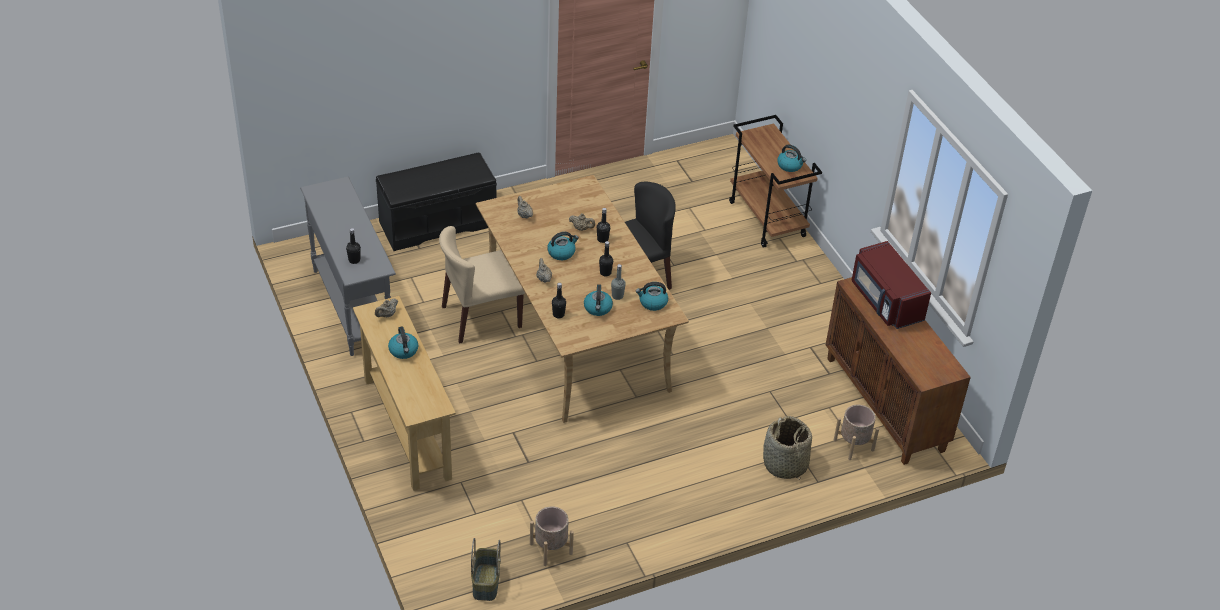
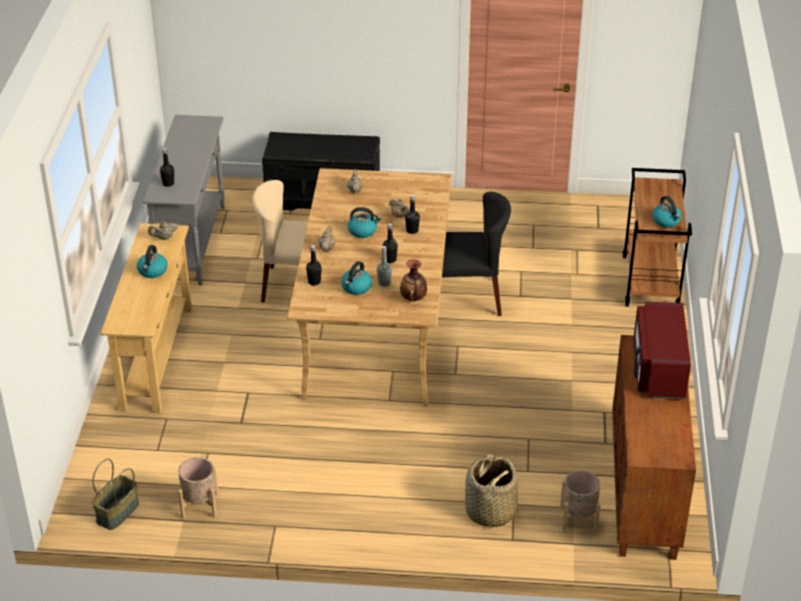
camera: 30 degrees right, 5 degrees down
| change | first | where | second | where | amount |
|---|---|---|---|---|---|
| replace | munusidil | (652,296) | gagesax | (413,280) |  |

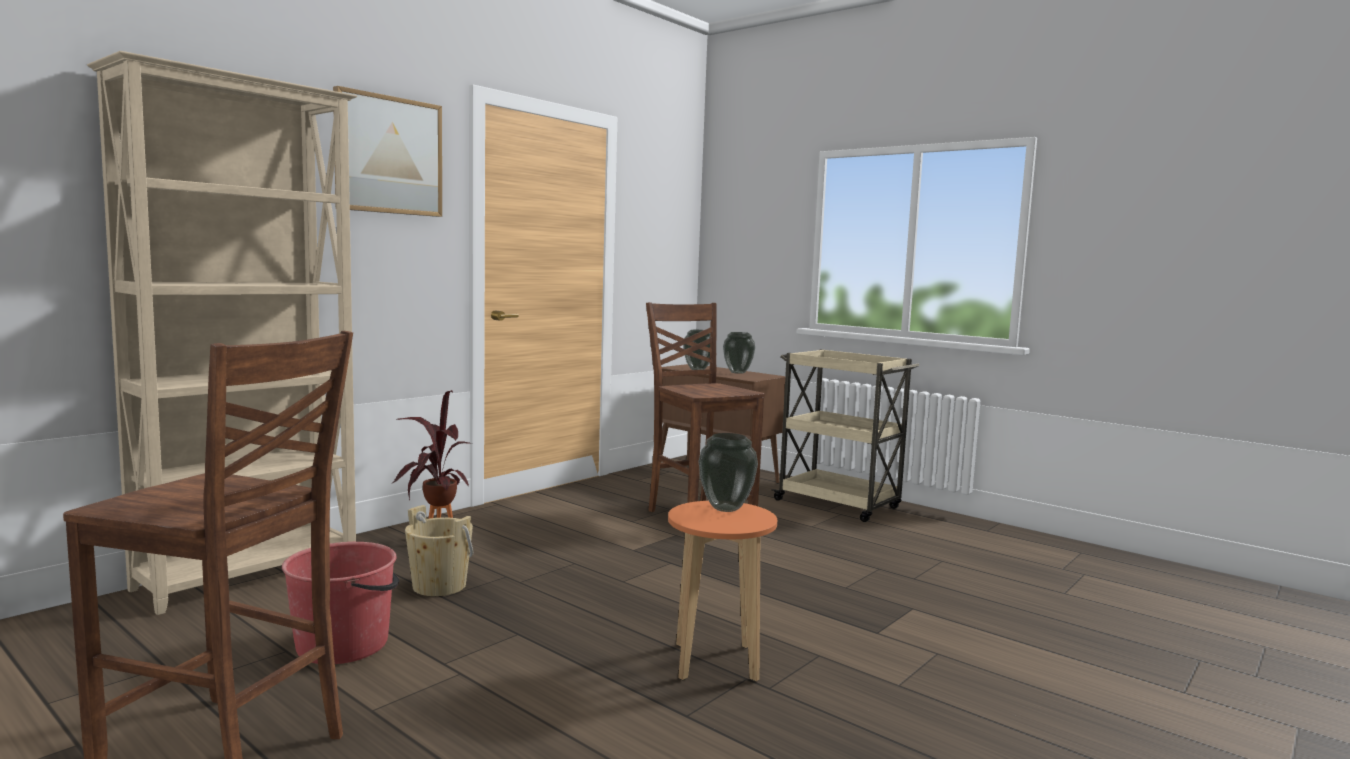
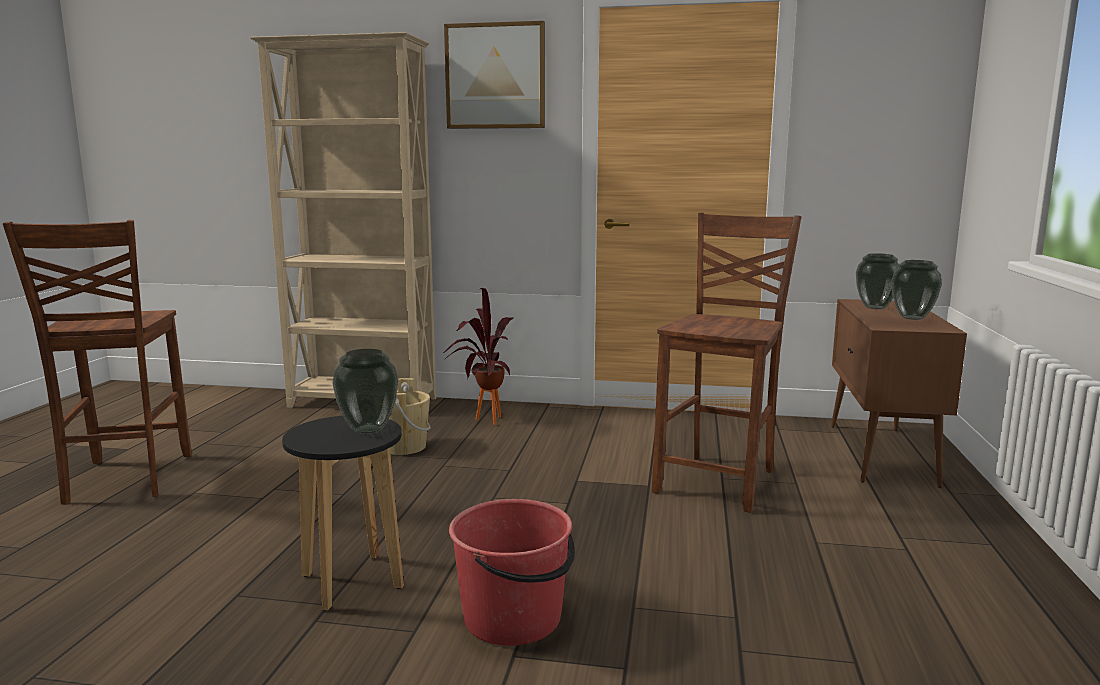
camera: 60 degrees right, 5 degrees up
| change | first | where | second | where | amount |
|---|---|---|---|---|---|
| recolor | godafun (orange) | (722,591) | godafun (black) | (343,513) |  |
| move | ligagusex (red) | (340,603) |  | (512,572) |  |
| delete | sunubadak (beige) | (845,435) |  |  |  |

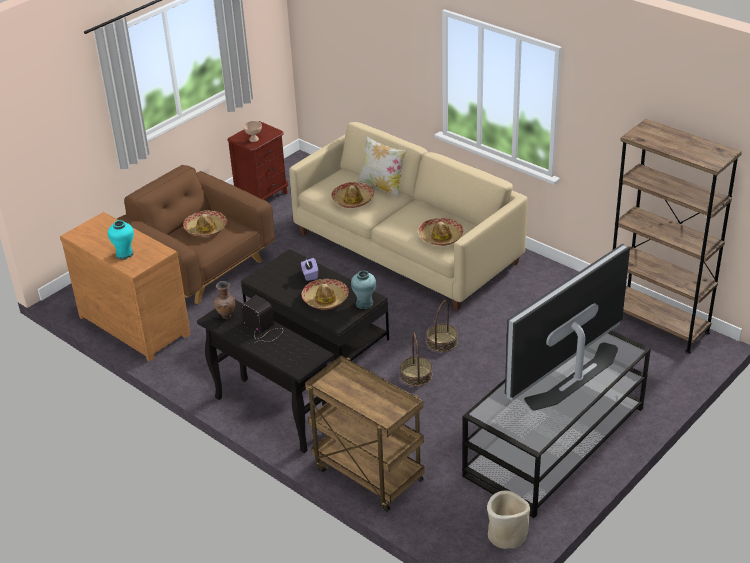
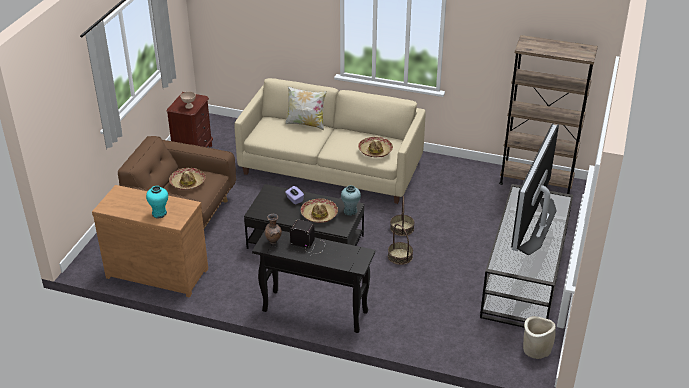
camera: 25 degrees left, 0 degrees up
| change | first | where | second | where | amount |
|---|---|---|---|---|---|
| delete | sunubadak (brown) | (365,434) |  |  |  |
| delete | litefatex | (352,195) |  |  |  |

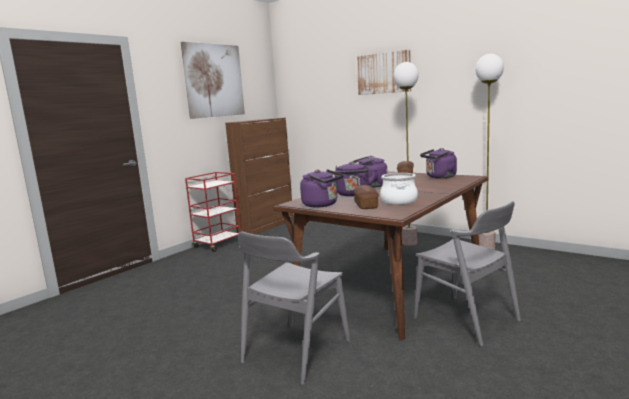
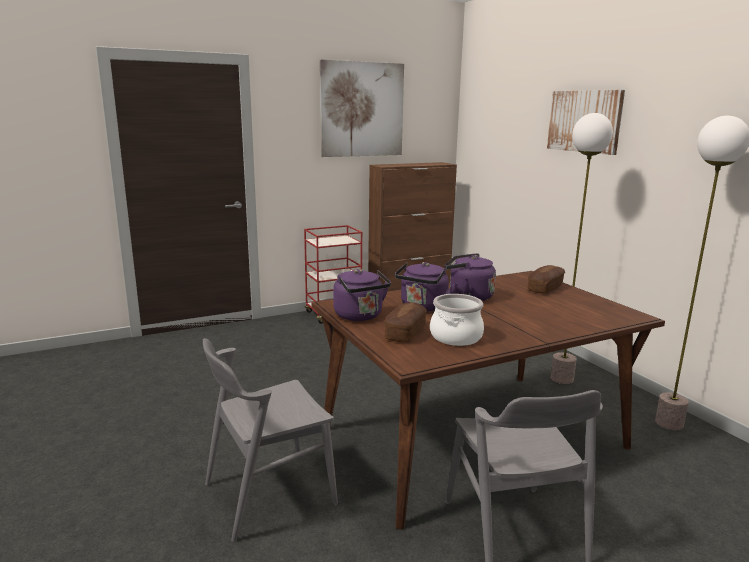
camera: 25 degrees right, 5 degrees up
| change | first | where | second | where | amount |
|---|---|---|---|---|---|
| delete | munusidil (purple) | (438,163) |  |  |  |

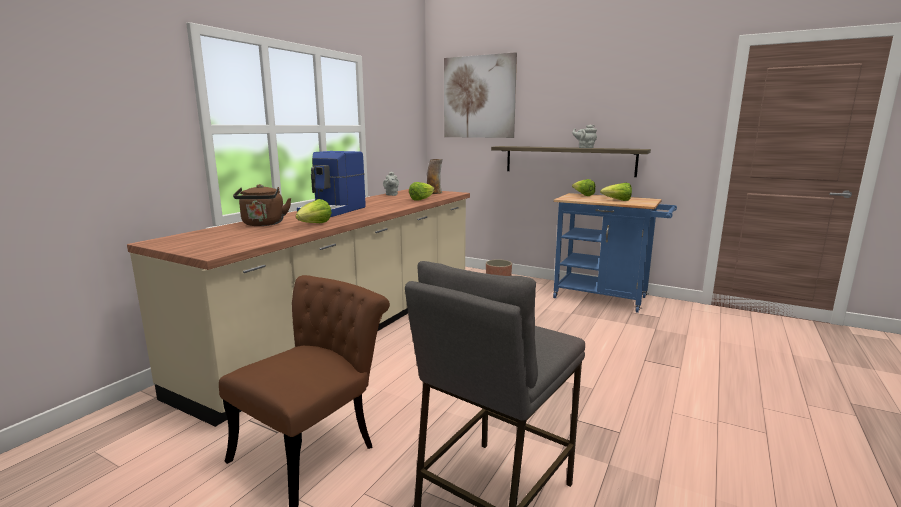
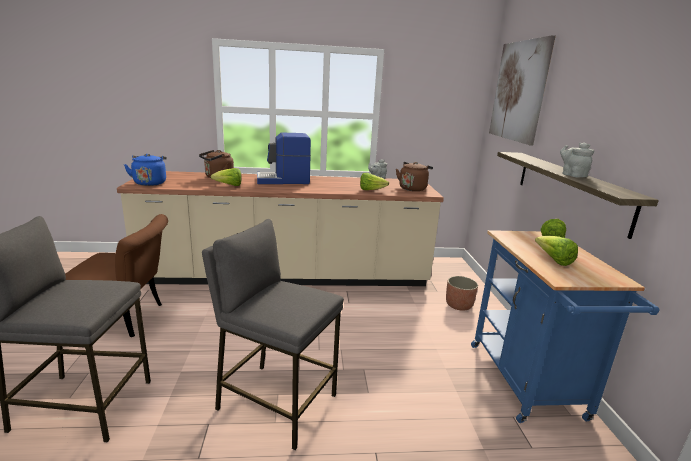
camera: 55 degrees right, 5 degrees up
| change | first | where | second | where | amount |
|---|---|---|---|---|---|
| insert |  |  | munusidil (blue) | (145,170) |  |
| insert |  |  | godafun (grey) | (273,334) |  |
| replace | gagesax | (435,176) | munusidil (brown) | (414,176) |  |

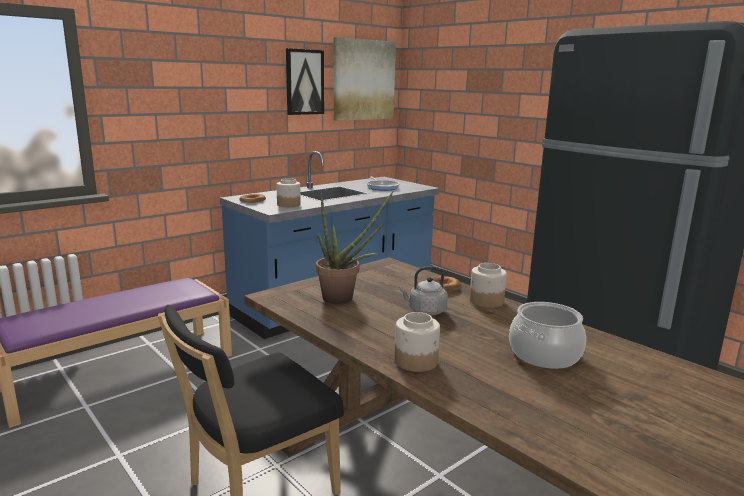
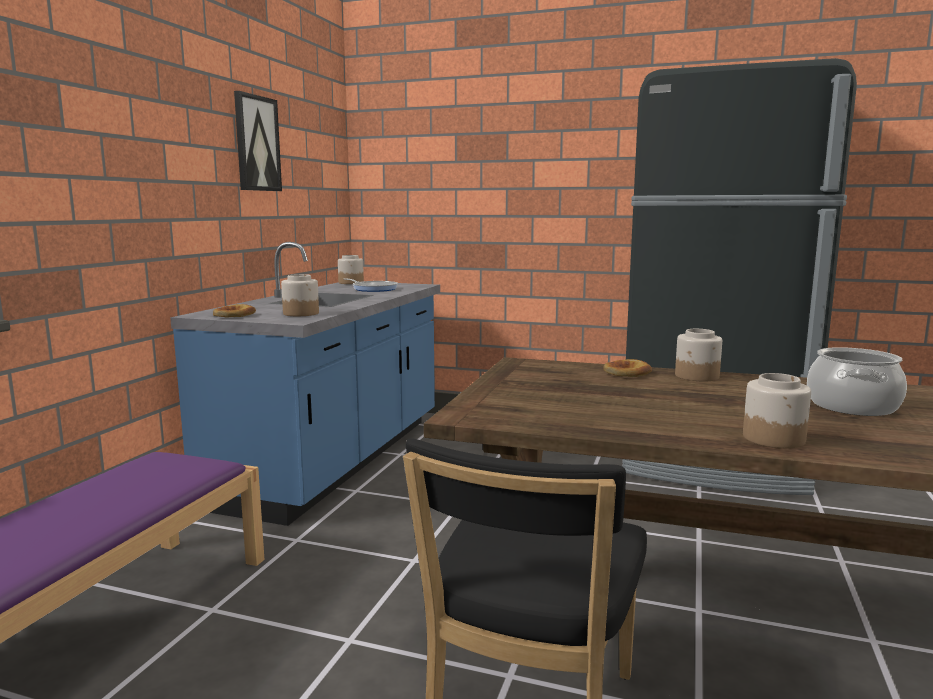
camera: 30 degrees left, 5 degrees down
| change | first | where | second | where | amount |
|---|---|---|---|---|---|
| insert |  |  | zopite | (351,269) |  |
| delete | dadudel | (355,247) |  |  |  |
| delete | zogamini | (365,79) |  |  |  |
| delete | munusidil (grey) | (423,290) |  |  |  |

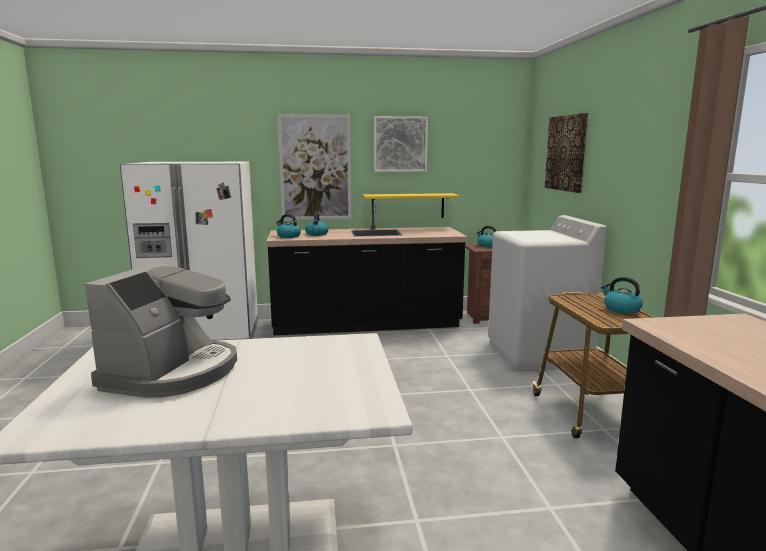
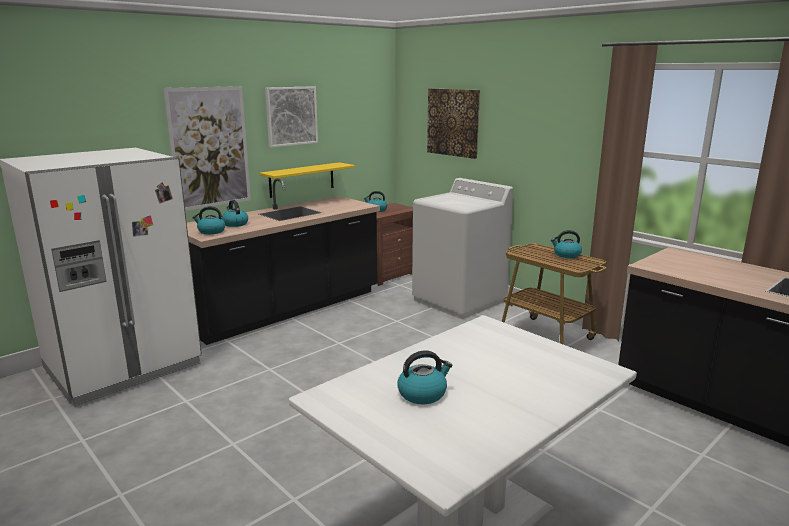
camera: 35 degrees left, 5 degrees up
| change | first | where | second | where | amount |
|---|---|---|---|---|---|
| replace | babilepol | (161,330) | munusidil | (424,377) |  |

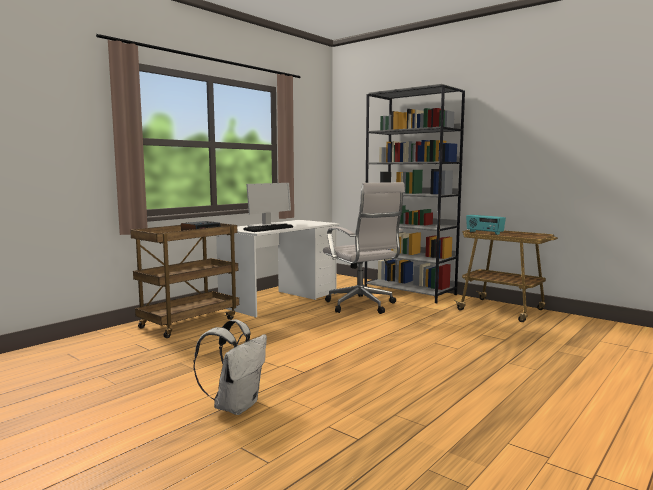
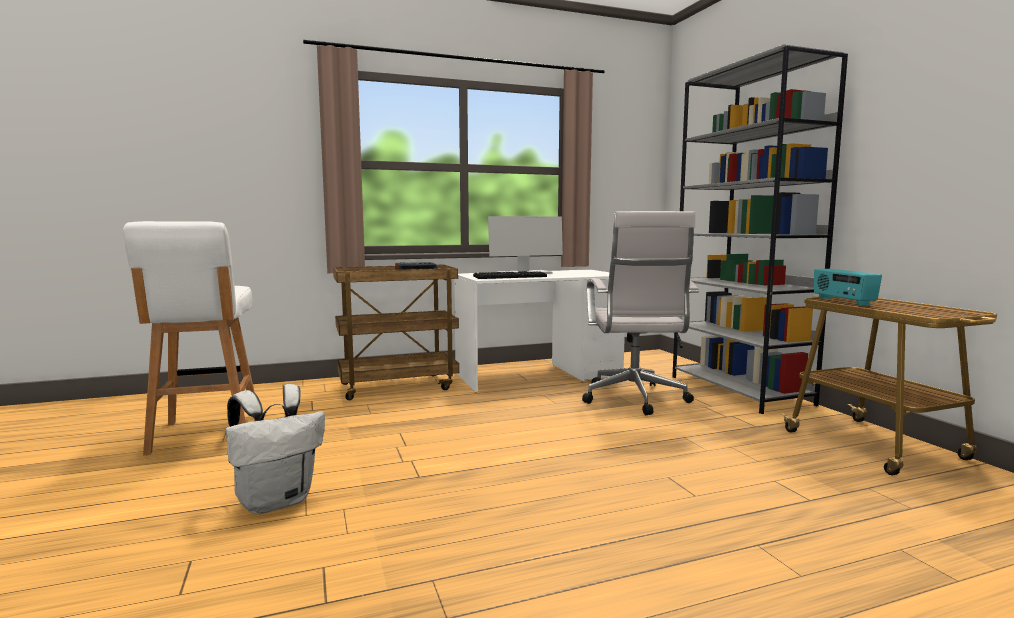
camera: 30 degrees right, 0 degrees up
| change | first | where | second | where | amount |
|---|---|---|---|---|---|
| insert |  |  | godafun (white) | (188,338) |  |

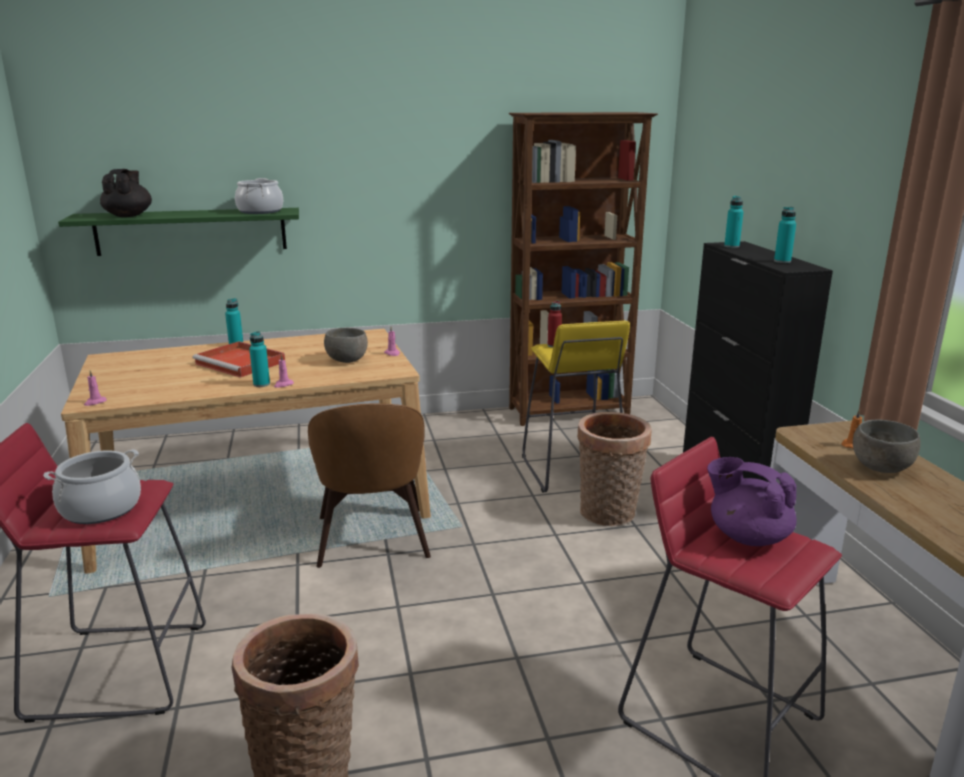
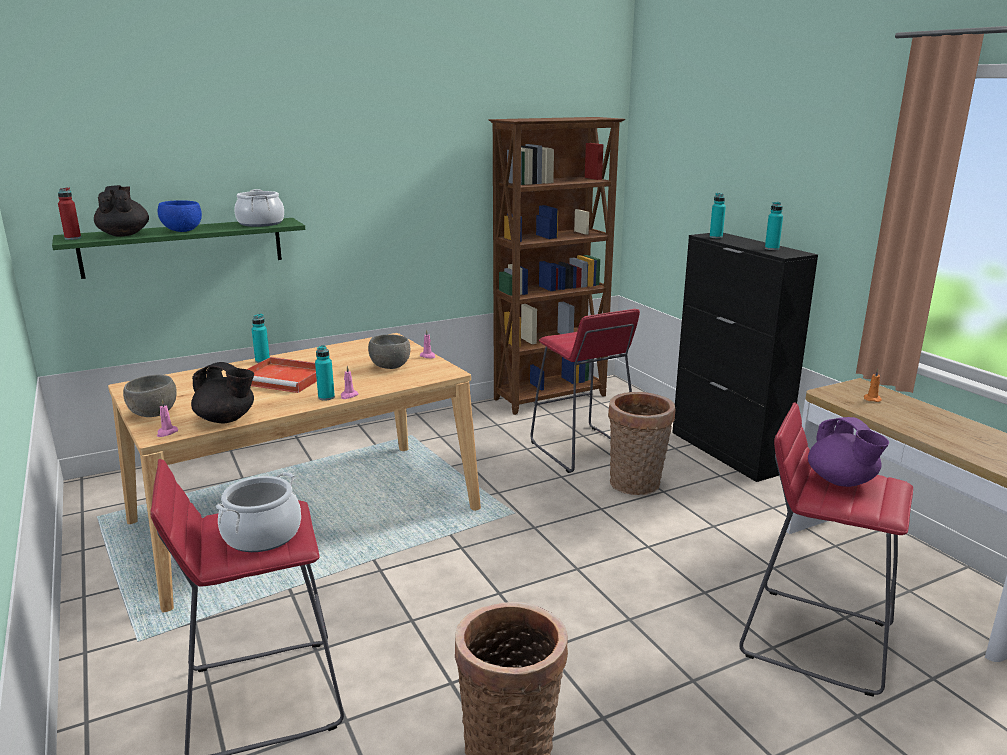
camera: 15 degrees left, 0 degrees up
| change | first | where | second | where | amount |
|---|---|---|---|---|---|
| move | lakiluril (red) | (555,324) |  | (69,213) |  |
| move | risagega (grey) | (887,446) |  | (150,396) |  |
| insert |  |  | risagega (blue) | (180,216) |  |
| insert |  |  | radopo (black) | (222,392) |  |
| recolor | godafun (yellow) | (576,406) | godafun (red) | (585,391) |  |
| rotate | radopo (purple) | (752,501) |  | (848,452) | 135 degrees counterclockwise |
| delete | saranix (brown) | (369,485) |  |  |  |

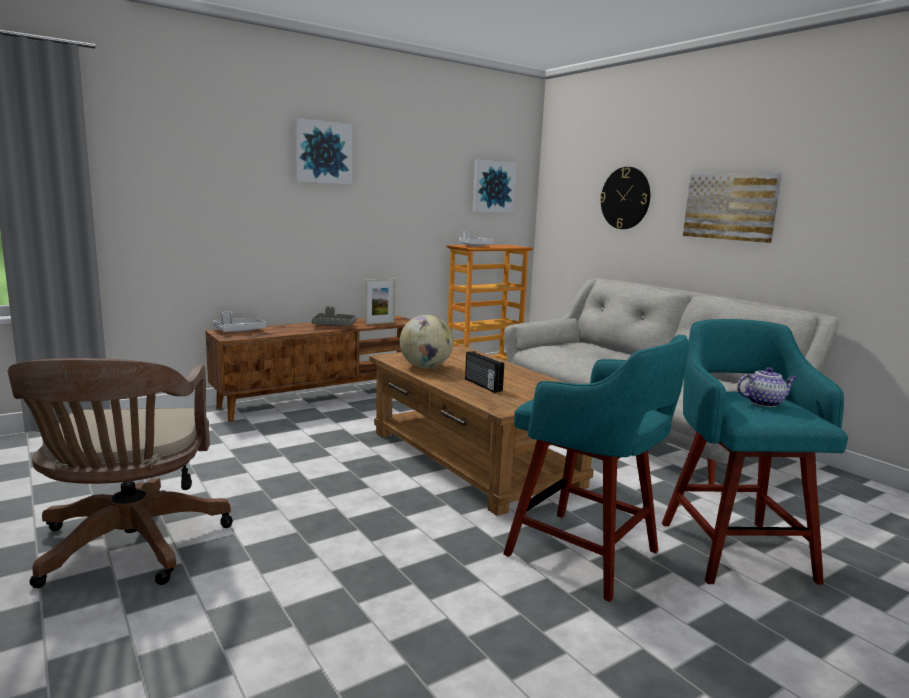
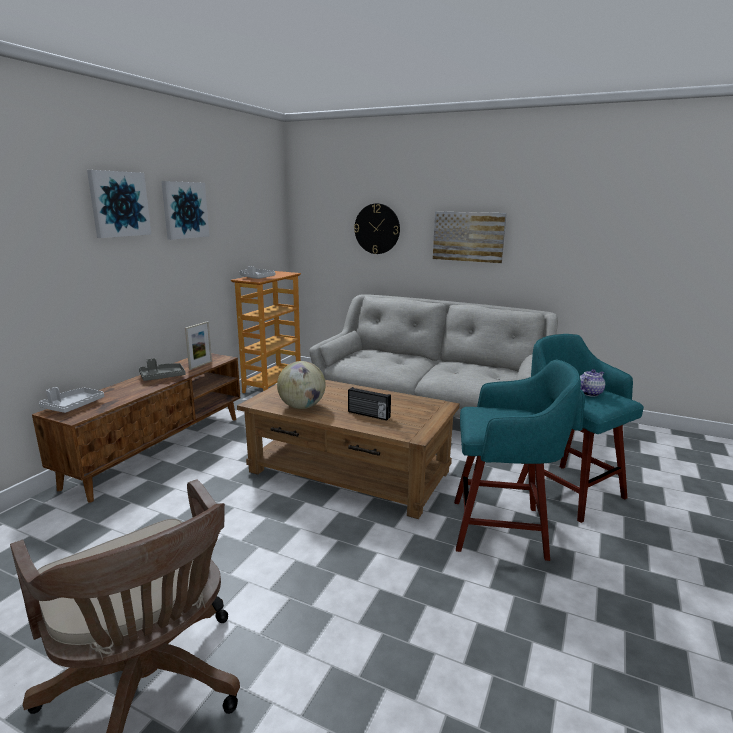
camera: 30 degrees left, 5 degrees up
| change | first | where | second | where | amount |
|---|---|---|---|---|---|
| move | zogamini | (494,186) |  | (185,210) |  |

